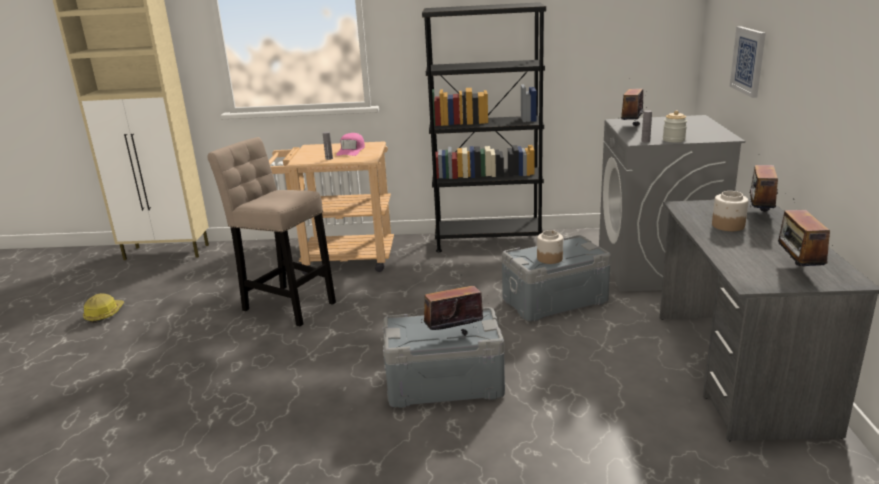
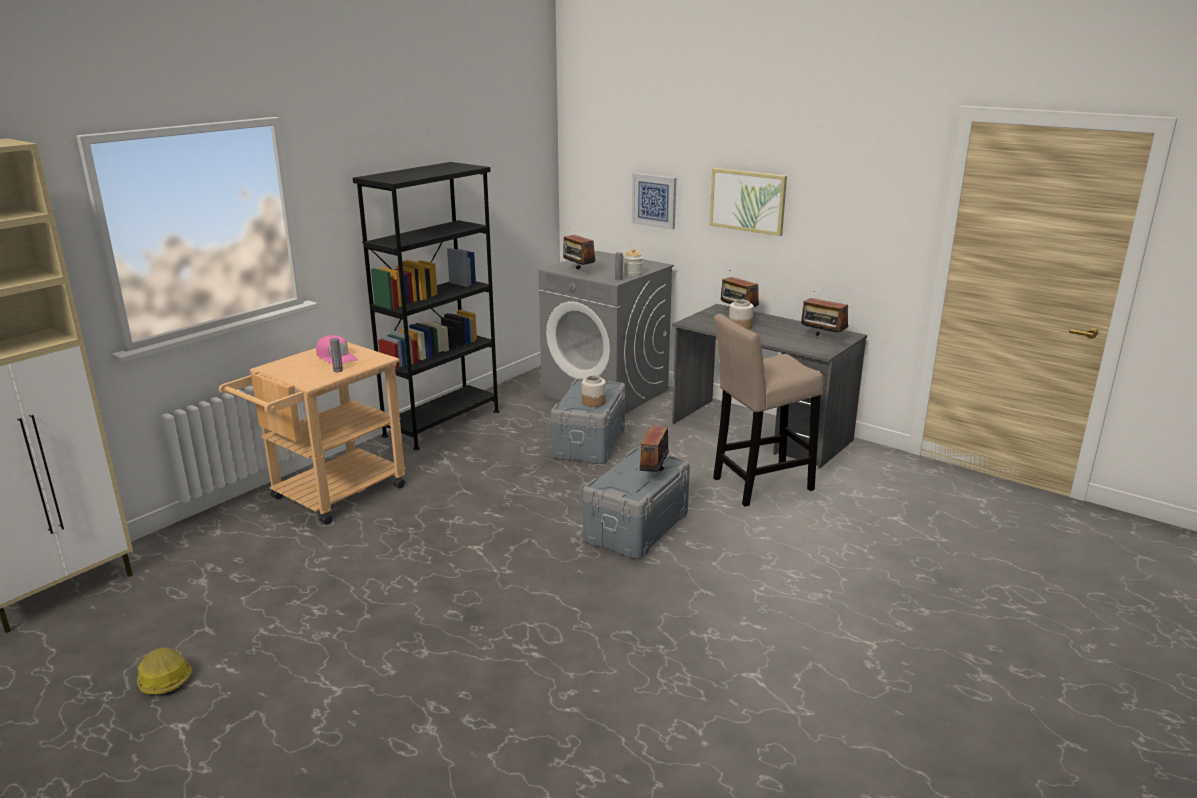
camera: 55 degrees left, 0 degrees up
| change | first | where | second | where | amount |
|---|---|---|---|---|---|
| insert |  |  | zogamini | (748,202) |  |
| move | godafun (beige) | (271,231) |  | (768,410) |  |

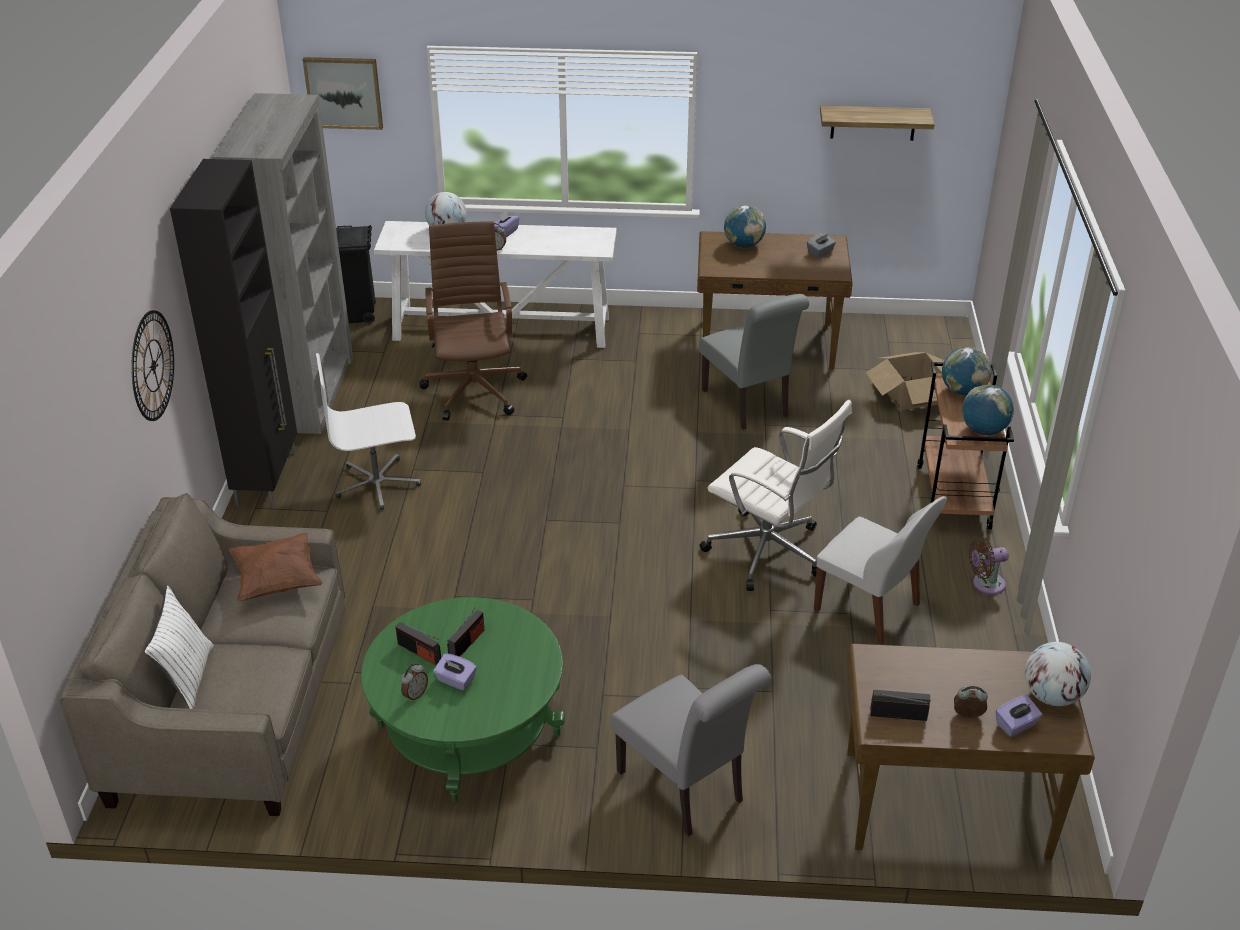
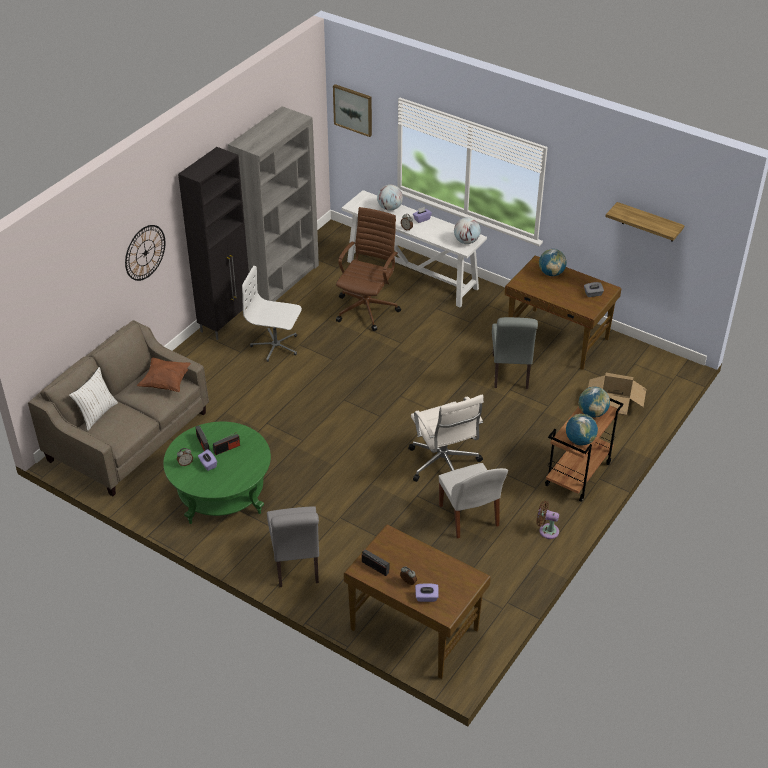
camera: 30 degrees right, 5 degrees up
| change | first | where | second | where | amount |
|---|---|---|---|---|---|
| move | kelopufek | (1058,674) |  | (467,230) |  |
| delete | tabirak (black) | (356,274) |  |  |  |

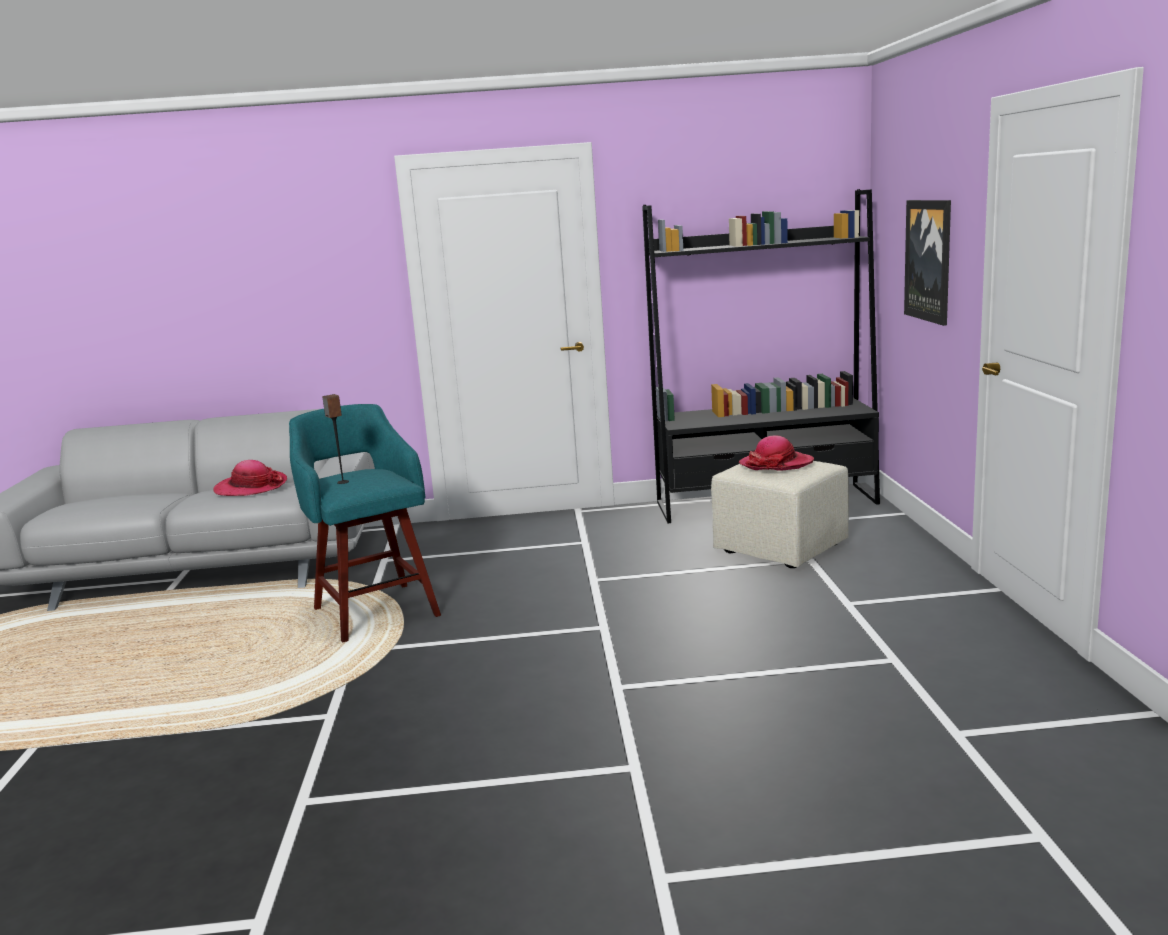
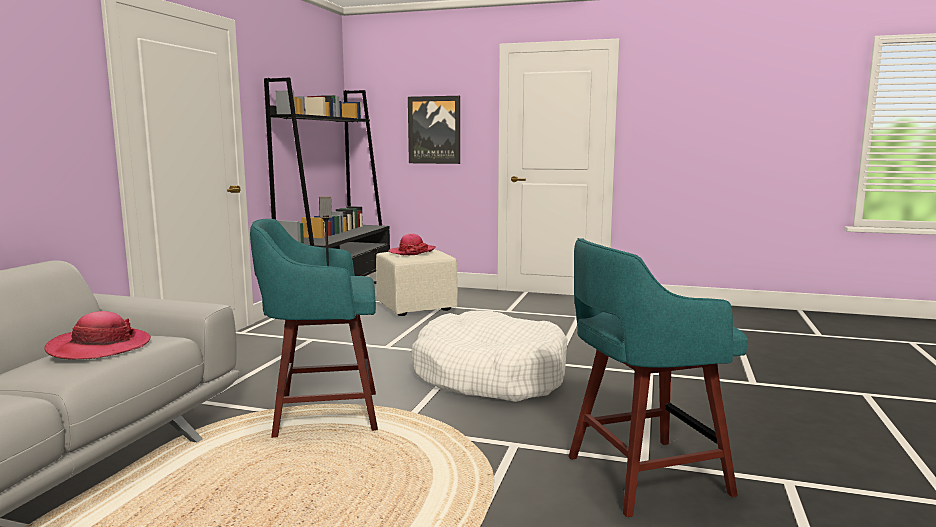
camera: 70 degrees left, 5 degrees down
| change | first | where | second | where | amount |
|---|---|---|---|---|---|
| insert |  |  | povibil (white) | (489,356) |  |
| insert |  |  | godafun (turquoise) | (658,377) |  |

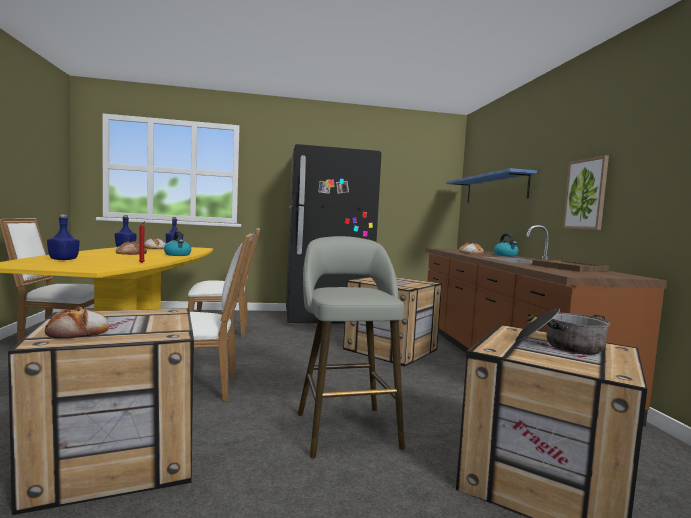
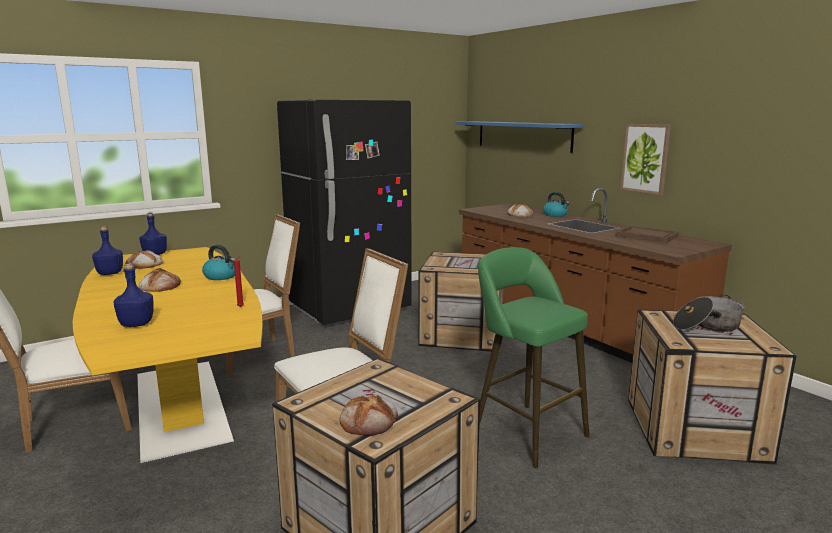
camera: 25 degrees left, 10 degrees up
| change | first | where | second | where | amount |
|---|---|---|---|---|---|
| recolor | godafun (grey) | (351,347) | godafun (green) | (534,357) |  |

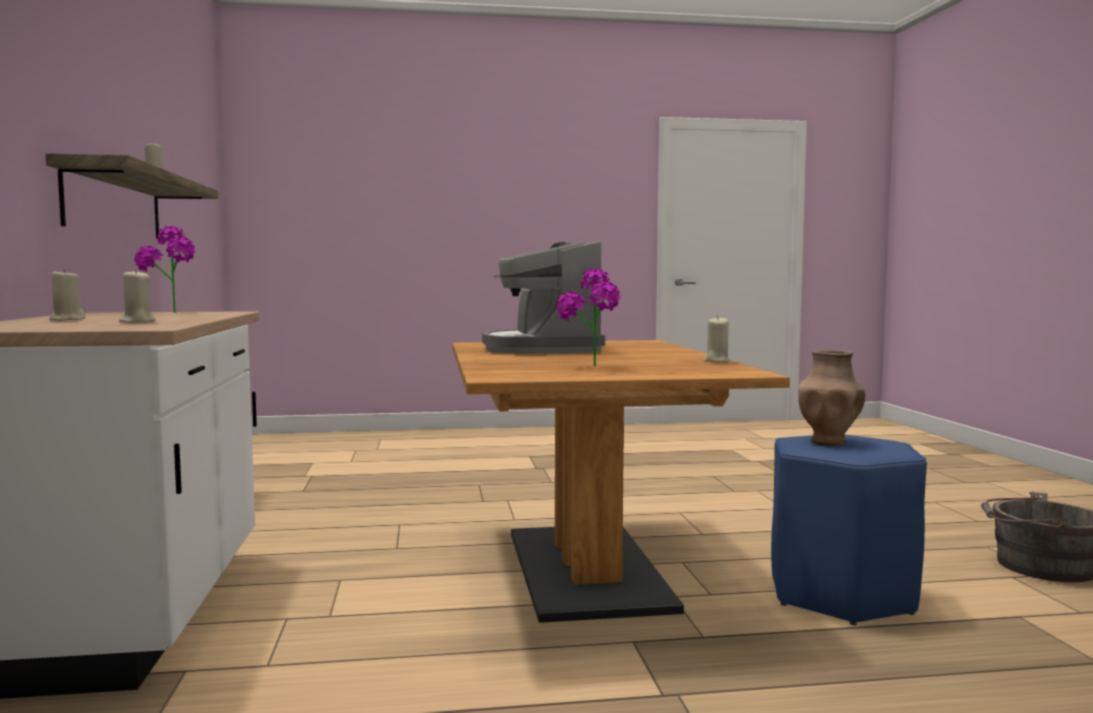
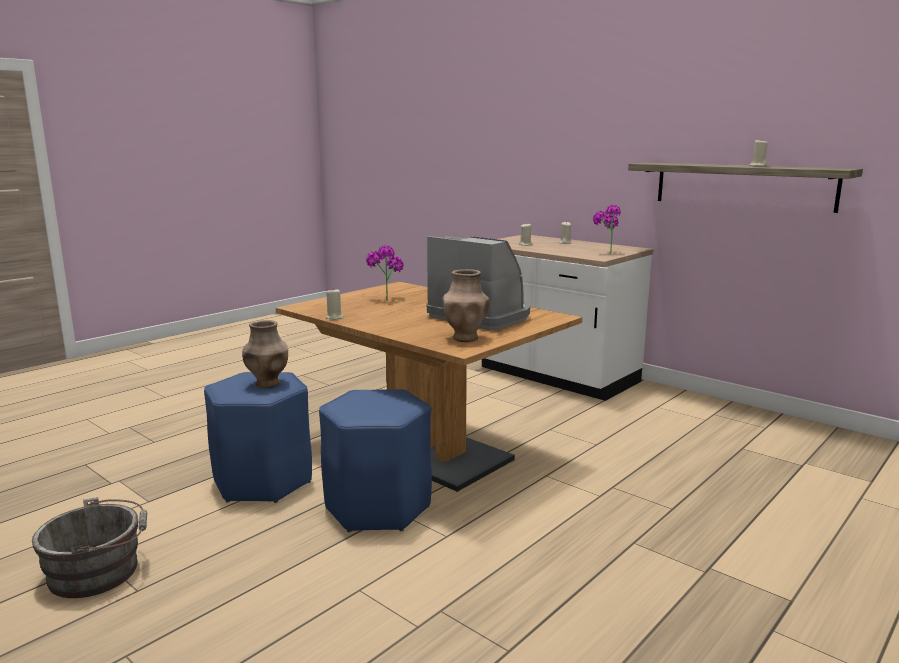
camera: 140 degrees right, 10 degrees up
| change | first | where | second | where | amount |
|---|---|---|---|---|---|
| insert |  |  | godafun (blue) | (375,460) |  |
| insert |  |  | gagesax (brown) | (466,305) |  |

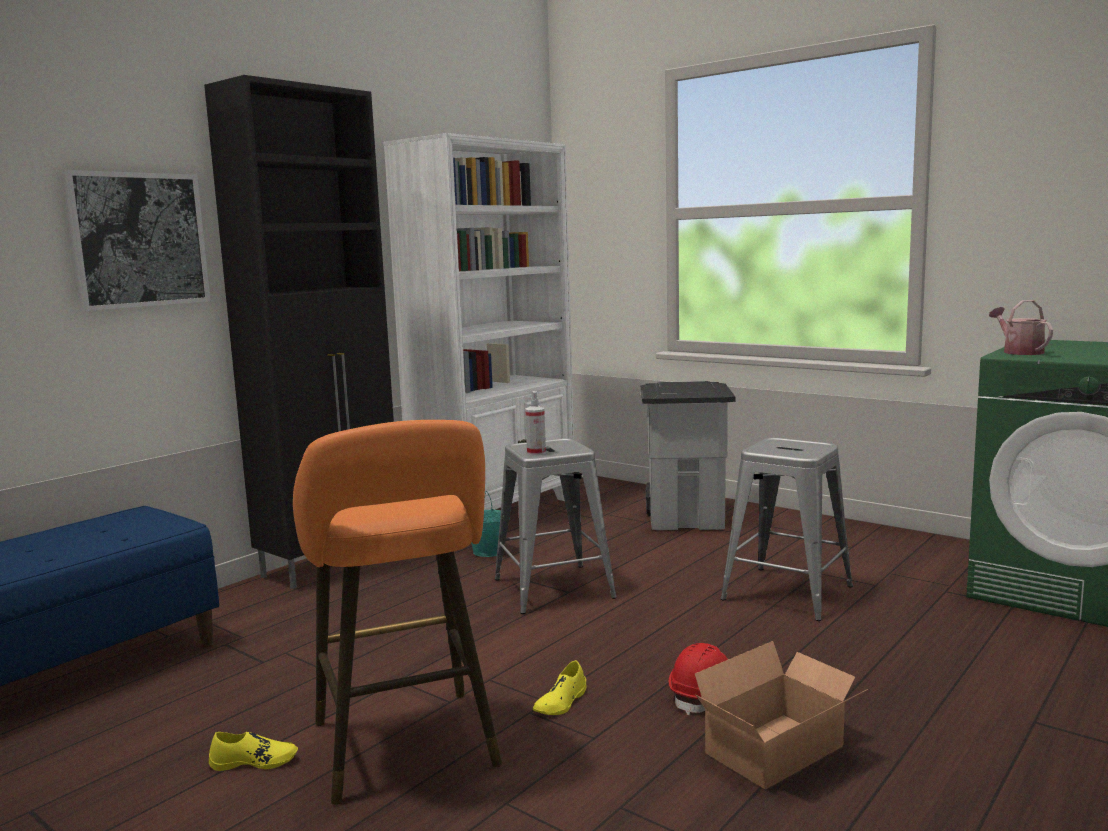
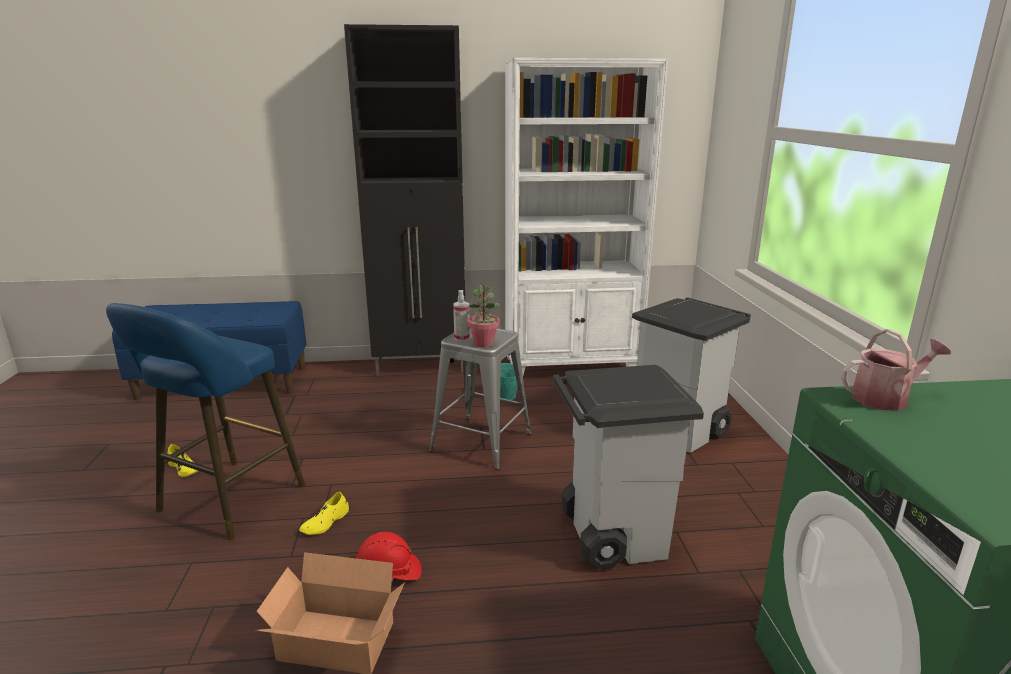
camera: 45 degrees right, 10 degrees up
| change | first | where | second | where | amount |
|---|---|---|---|---|---|
| recolor | godafun (orange) | (397,612) | godafun (blue) | (205,421) |  |
| rotate | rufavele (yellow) | (559,687) |  | (324,513) | 45 degrees counterclockwise |
| insert |  |  | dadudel | (483,316) |  |
| replace | godafun (grey) | (786,529) | tabirak (grey) | (628,467) |  |
| rotate | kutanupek | (1021,327) |  | (896,370) | 45 degrees clockwise |
| delete | zogamini | (136,240) |  |  |  |

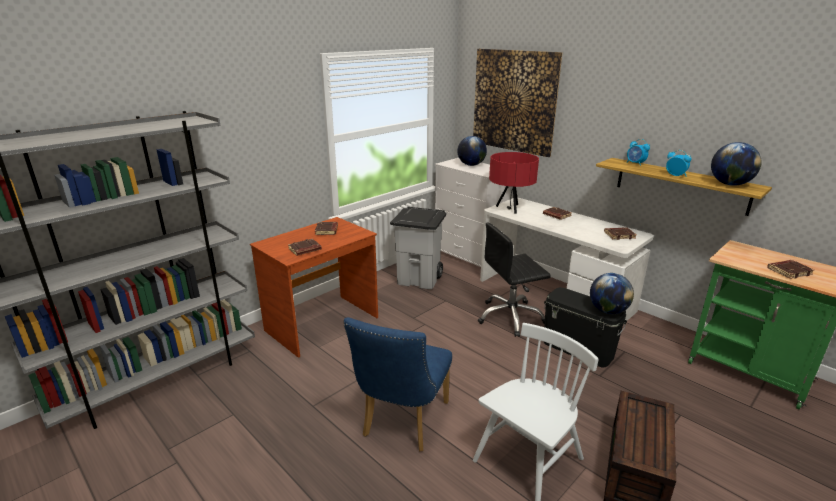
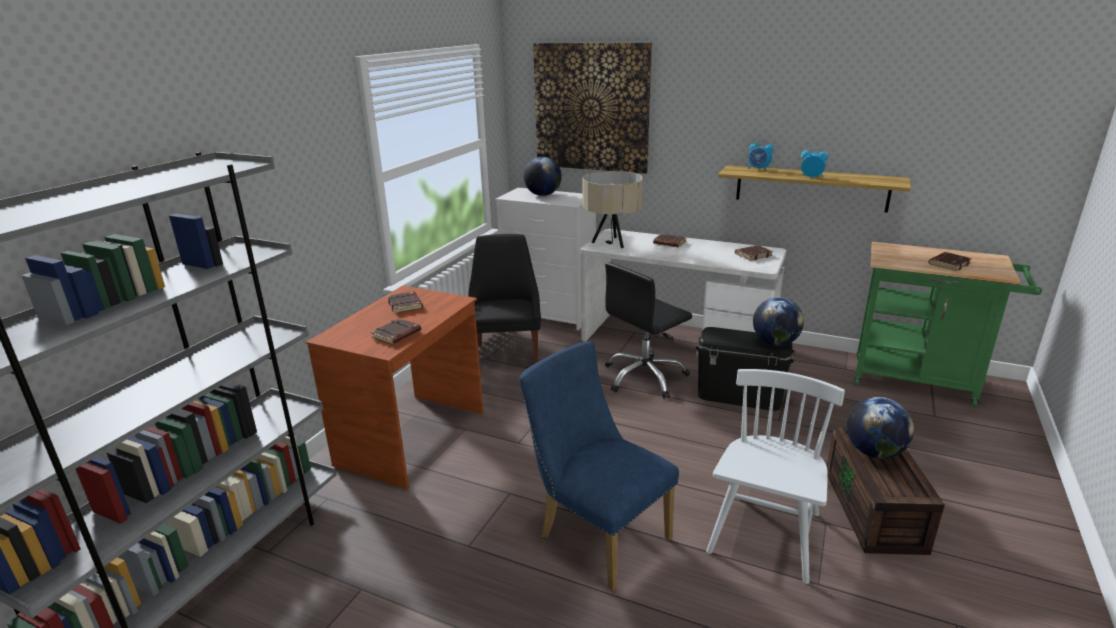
camera: 20 degrees left, 0 degrees up
| change | first | where | second | where | amount |
|---|---|---|---|---|---|
| replace | tabirak (grey) | (418,248) | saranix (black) | (504,299) |  |
| rotate | saranix (blue) | (398,384) |  | (599,466) | 135 degrees clockwise |
| recolor | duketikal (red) | (514,183) | duketikal (beige) | (612,209) |  |
| move | kelopufek | (736,164) |  | (880,428) |  |

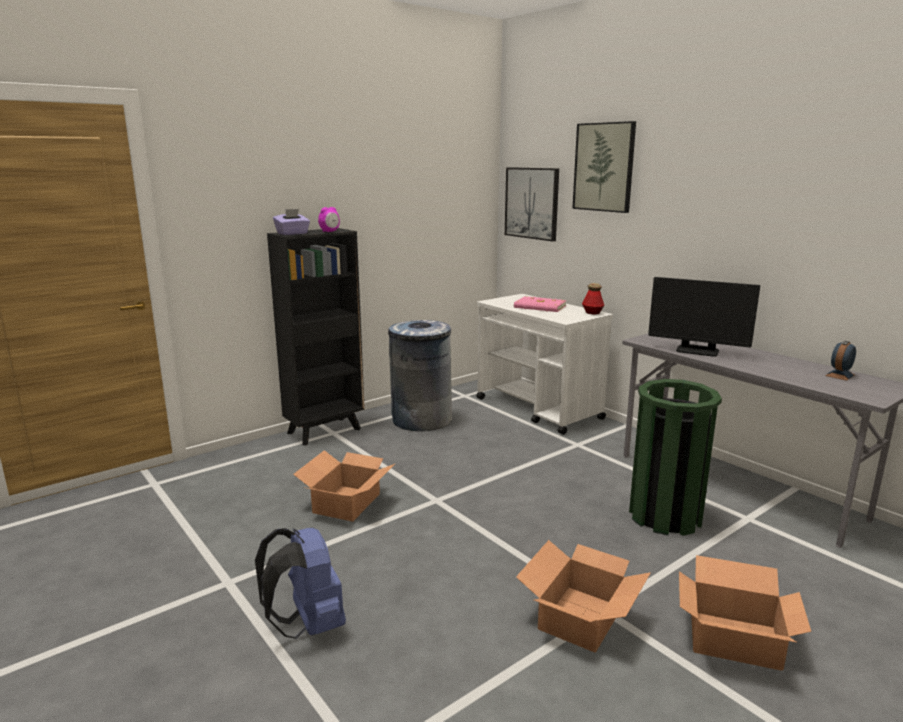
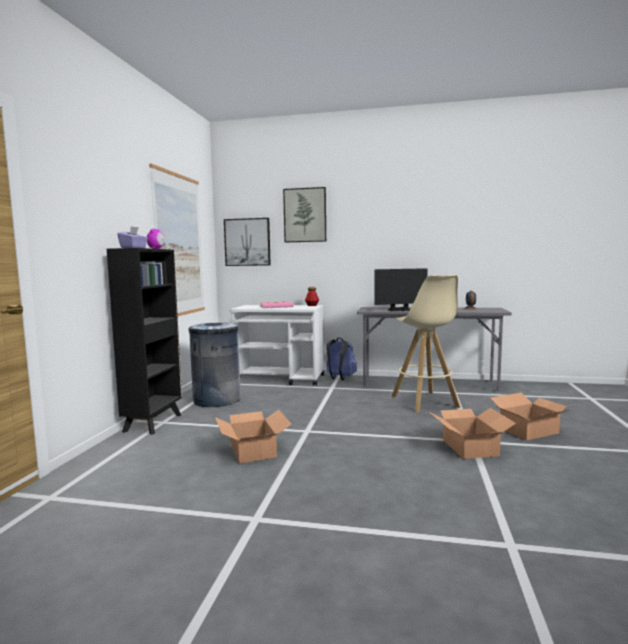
camera: 40 degrees left, 10 degrees down
| change | first | where | second | where | amount |
|---|---|---|---|---|---|
| insert |  |  | zogamini | (177,240) |  |
| move | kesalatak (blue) | (300,583) |  | (341,359) |  |
| replace | tabirak (green) | (675,457) | godafun (beige) | (426,343) |  |

